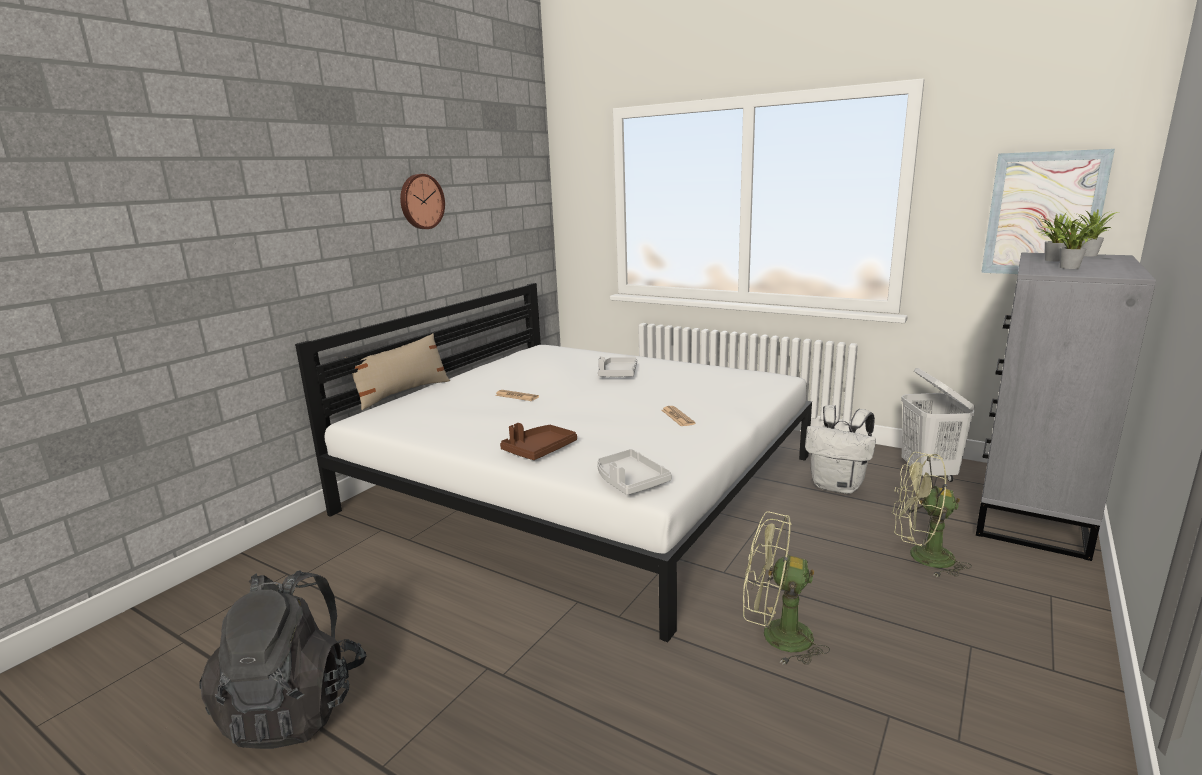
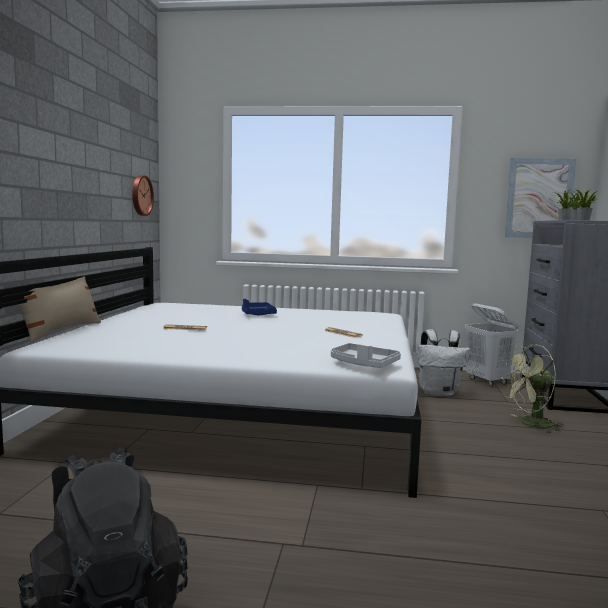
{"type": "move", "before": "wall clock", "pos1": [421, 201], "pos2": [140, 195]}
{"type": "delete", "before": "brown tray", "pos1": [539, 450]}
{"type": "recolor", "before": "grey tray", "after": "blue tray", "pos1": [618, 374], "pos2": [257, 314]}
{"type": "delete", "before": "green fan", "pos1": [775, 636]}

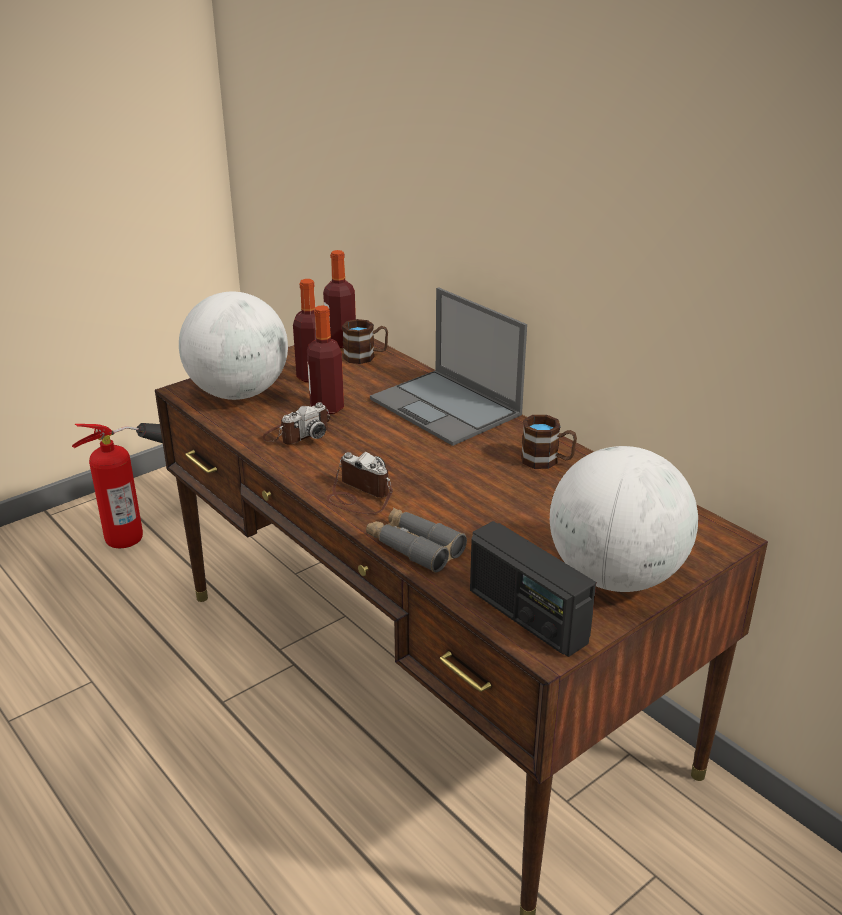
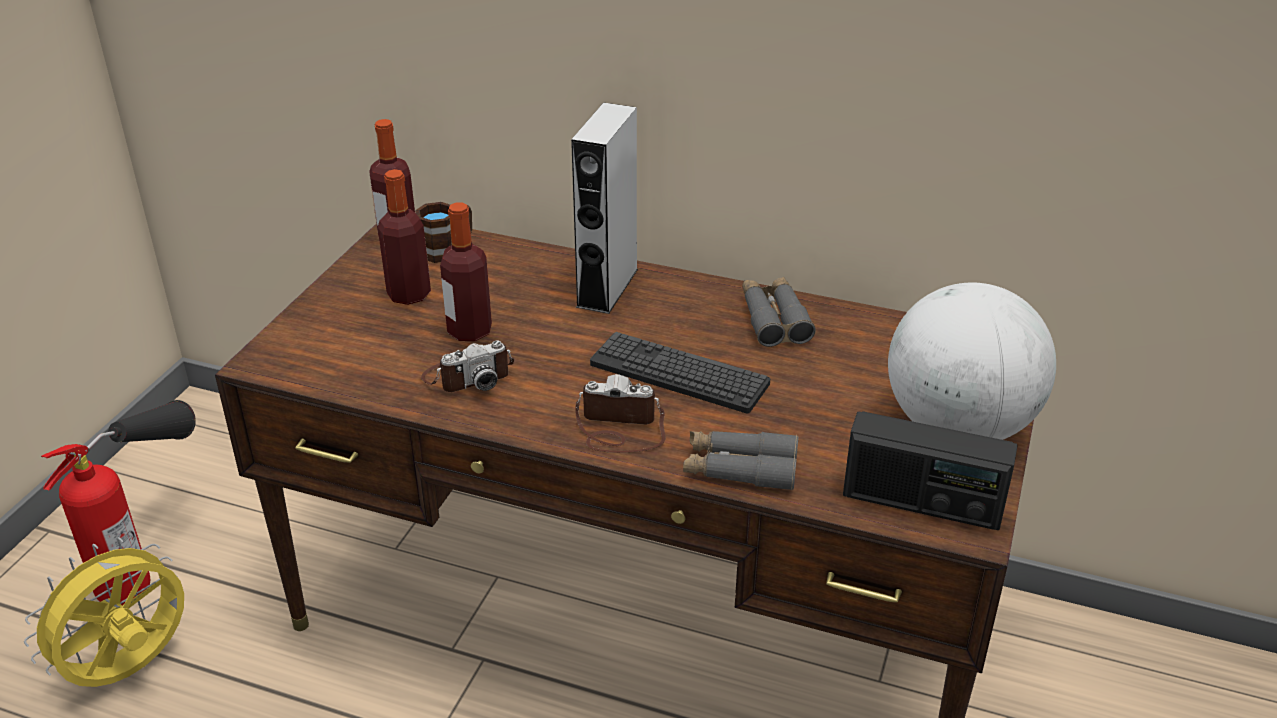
{"type": "delete", "before": "globe", "pos1": [238, 393]}
{"type": "rotate", "before": "photo camera", "pos1": [297, 434], "pos2": [468, 376], "turn": 45}
{"type": "replace", "before": "laptop", "after": "grey speaker", "pos1": [447, 407], "pos2": [607, 287]}
{"type": "replace", "before": "brown mug", "after": "grey binoculars", "pos1": [547, 461], "pos2": [774, 319]}
{"type": "insert", "after": "yellow fan", "pos2": [131, 670]}
{"type": "insert", "after": "keyboard", "pos2": [679, 374]}

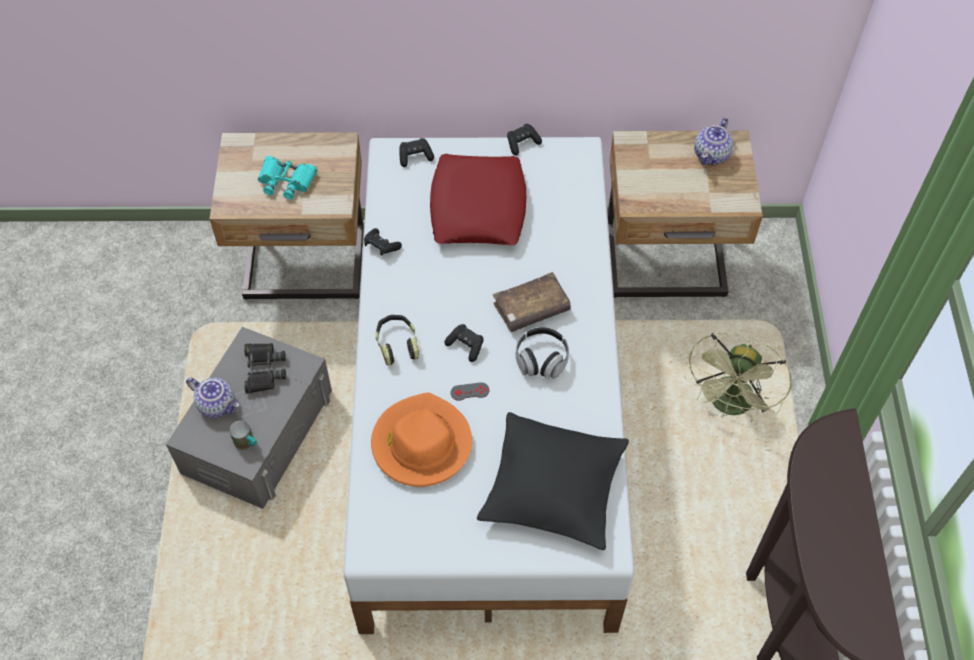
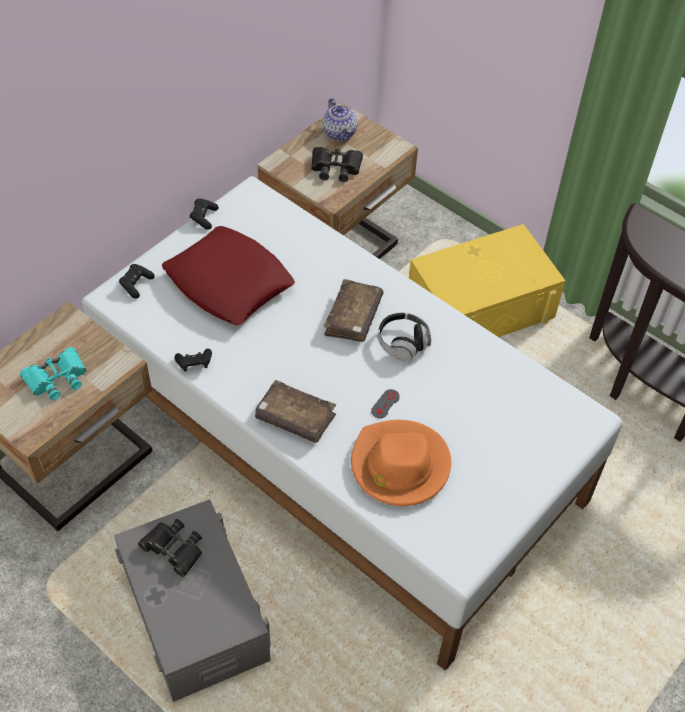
{"type": "delete", "before": "teapot", "pos1": [218, 404]}
{"type": "delete", "before": "mug", "pos1": [247, 444]}
{"type": "replace", "before": "headphones", "after": "brown book", "pos1": [397, 344], "pos2": [295, 418]}
{"type": "delete", "before": "black game controller", "pos1": [466, 346]}
{"type": "delete", "before": "black pillow", "pos1": [553, 487]}
{"type": "replace", "before": "green fan", "after": "yellow storage box", "pos1": [730, 406], "pos2": [480, 308]}
{"type": "insert", "after": "black binoculars", "pos2": [336, 167]}

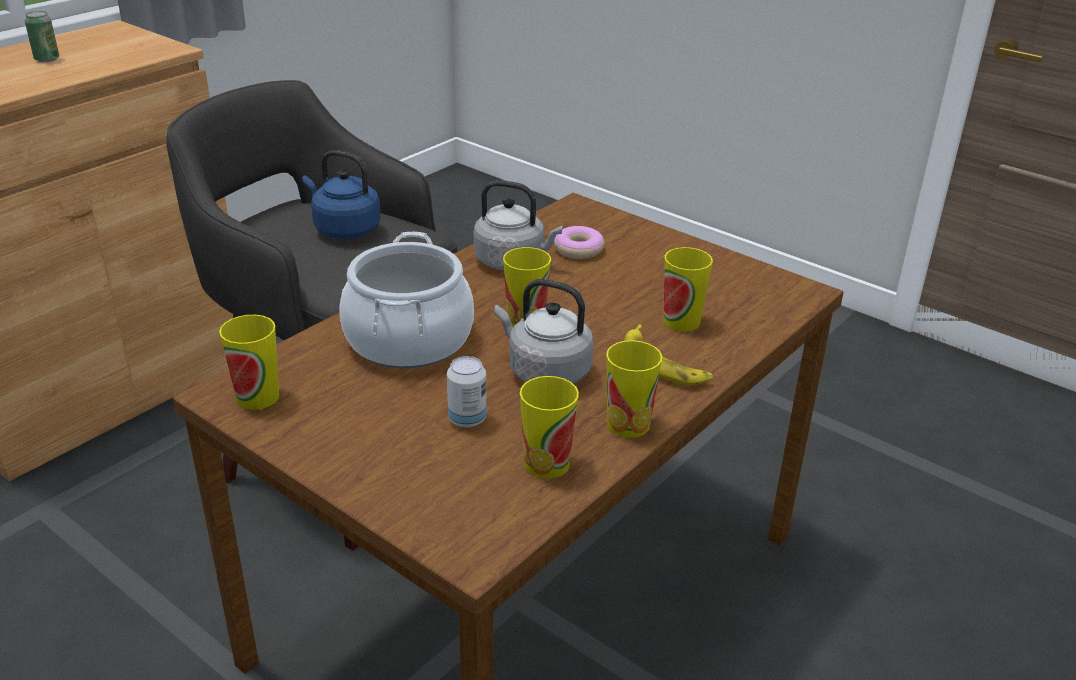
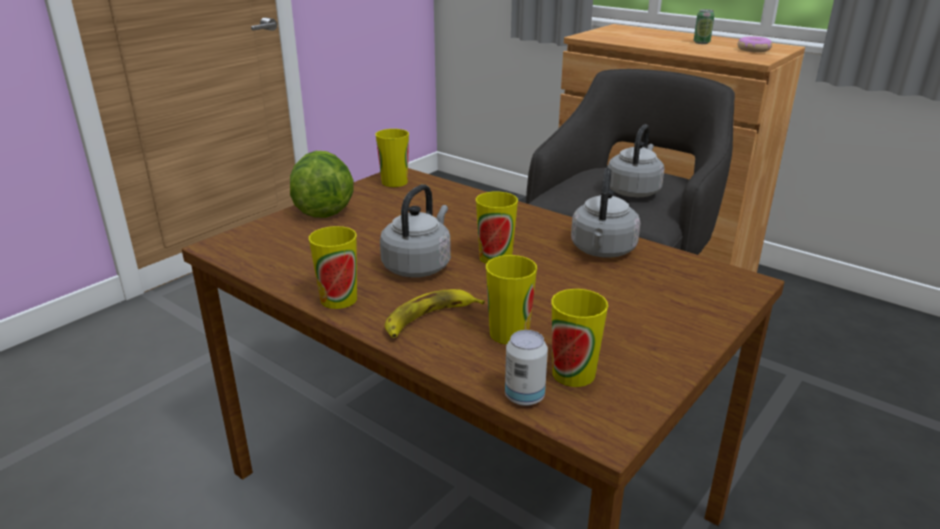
{"type": "recolor", "before": "blue kettle", "after": "grey kettle", "pos1": [344, 229], "pos2": [634, 191]}
{"type": "delete", "before": "cooking pot", "pos1": [408, 340]}
{"type": "move", "before": "can", "pos1": [467, 419], "pos2": [524, 396]}
{"type": "move", "before": "cup", "pos1": [546, 463], "pos2": [573, 373]}
{"type": "move", "before": "donut", "pos1": [579, 249], "pos2": [753, 49]}
{"type": "insert", "after": "lettuce", "pos2": [322, 207]}

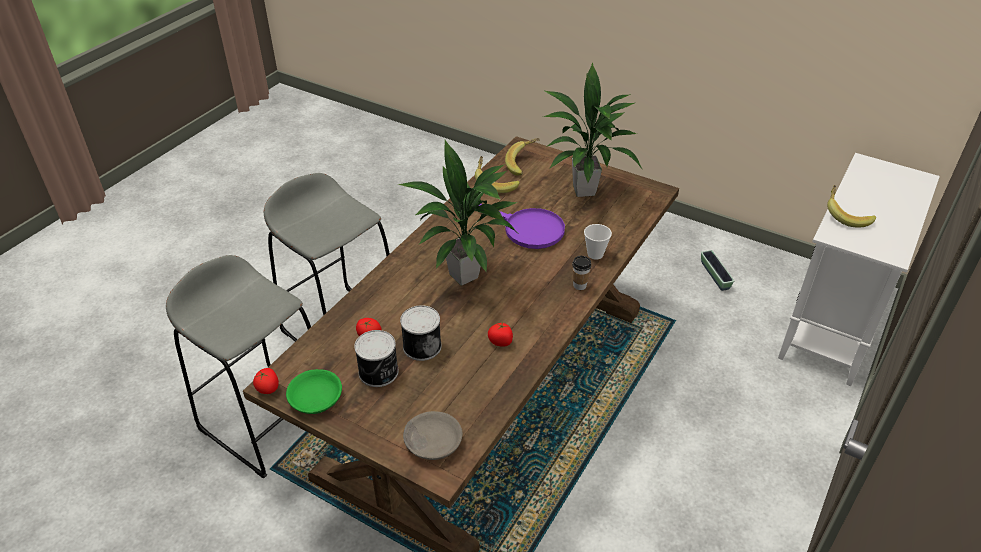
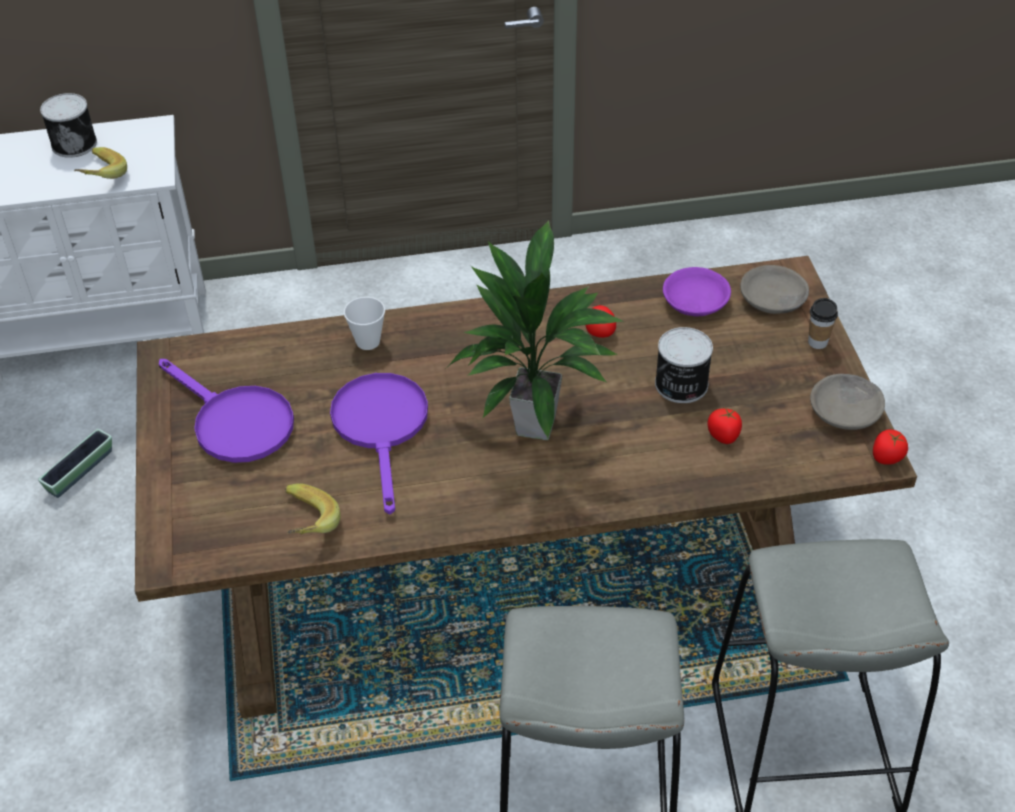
{"type": "recolor", "before": "green bowl", "after": "grey bowl", "pos1": [315, 399], "pos2": [846, 411]}
{"type": "move", "before": "can", "pos1": [379, 372], "pos2": [74, 143]}
{"type": "delete", "before": "banana", "pos1": [524, 165]}
{"type": "replace", "before": "potted plant", "after": "purple frying pan", "pos1": [583, 191], "pos2": [234, 422]}
{"type": "move", "before": "cup", "pos1": [579, 285], "pos2": [817, 342]}
{"type": "insert", "after": "purple bowl", "pos2": [694, 301]}

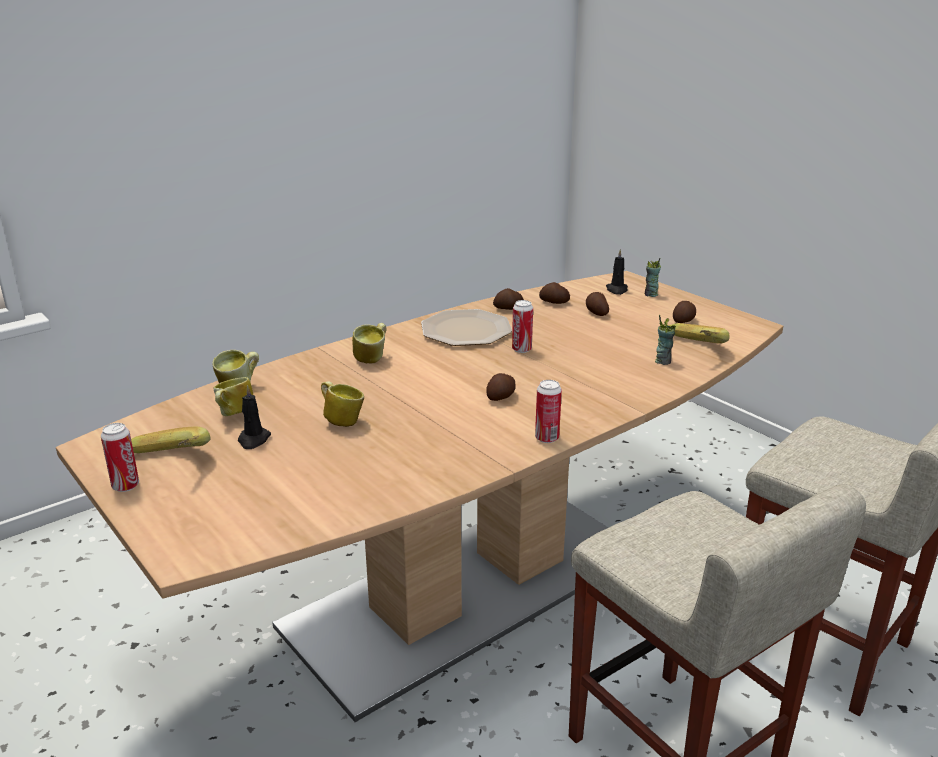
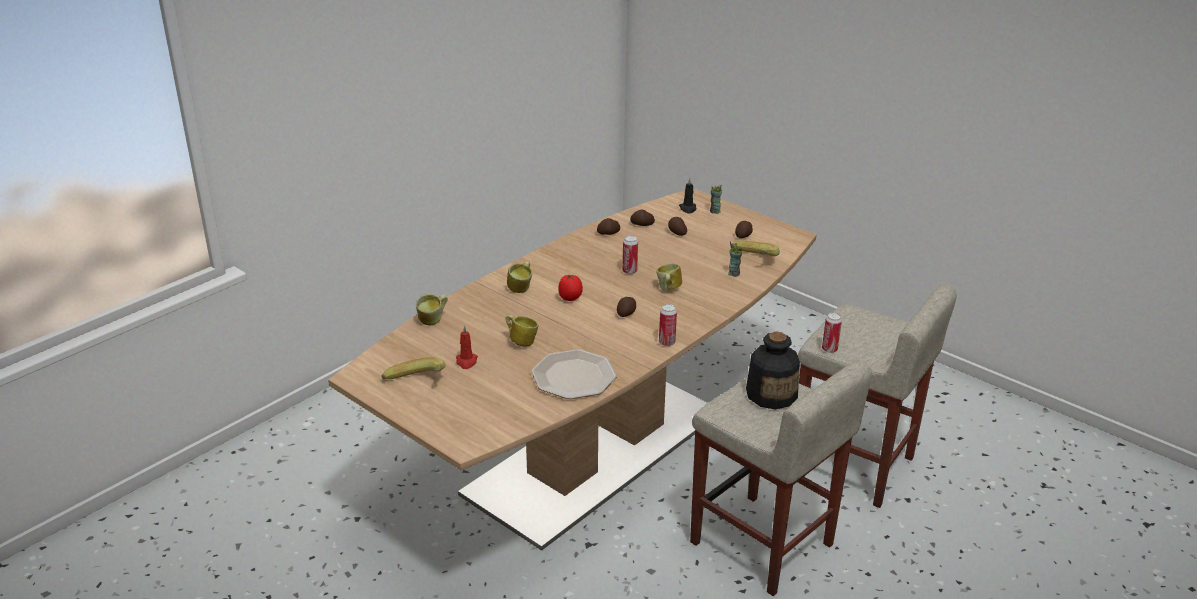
{"type": "move", "before": "can", "pos1": [125, 486], "pos2": [829, 349]}
{"type": "move", "before": "mug", "pos1": [233, 416], "pos2": [668, 289]}
{"type": "recolor", "before": "black candle", "after": "red candle", "pos1": [253, 440], "pos2": [466, 362]}
{"type": "move", "before": "plate", "pos1": [467, 330], "pos2": [574, 376]}
{"type": "insert", "after": "tomato", "pos2": [570, 298]}
{"type": "insert", "after": "bottle", "pos2": [771, 394]}

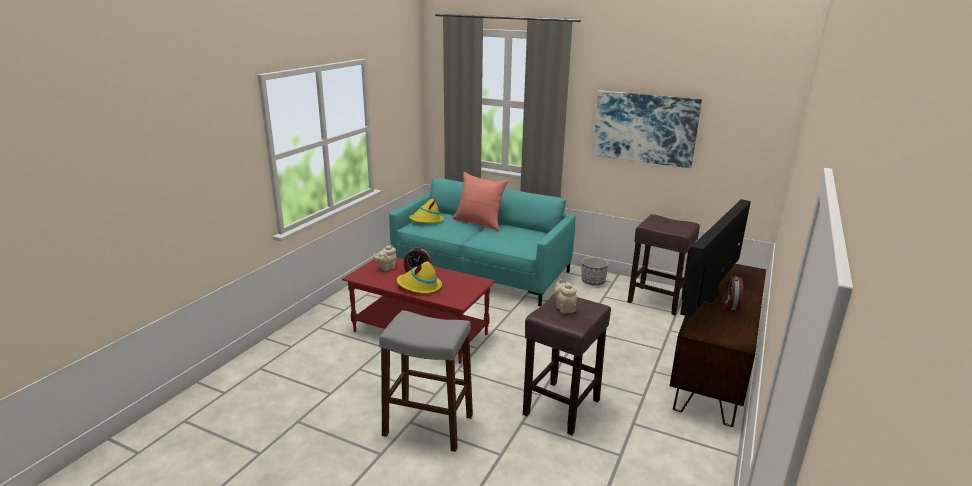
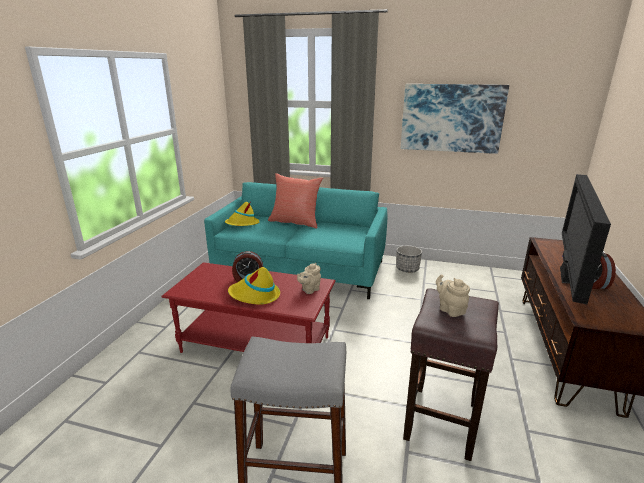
{"type": "move", "before": "beige teapot", "pos1": [386, 268], "pos2": [309, 290]}
{"type": "delete", "before": "brown stool", "pos1": [658, 300]}

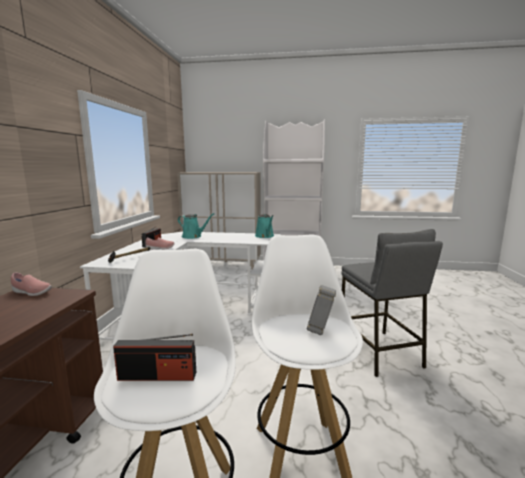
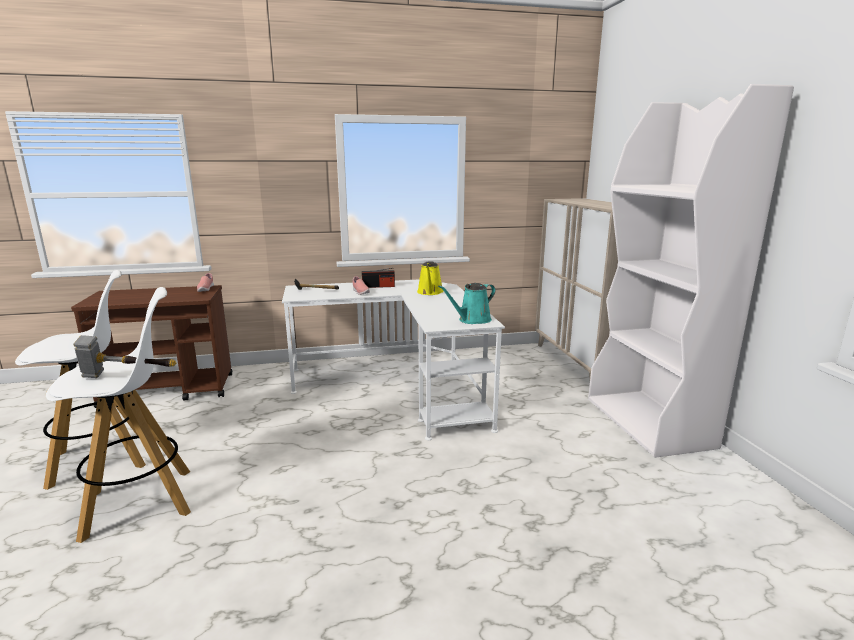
{"type": "delete", "before": "radio", "pos1": [157, 376]}
{"type": "recolor", "before": "turquoise watering can", "after": "yellow watering can", "pos1": [193, 236], "pos2": [430, 292]}
{"type": "delete", "before": "grey stool", "pos1": [379, 352]}

